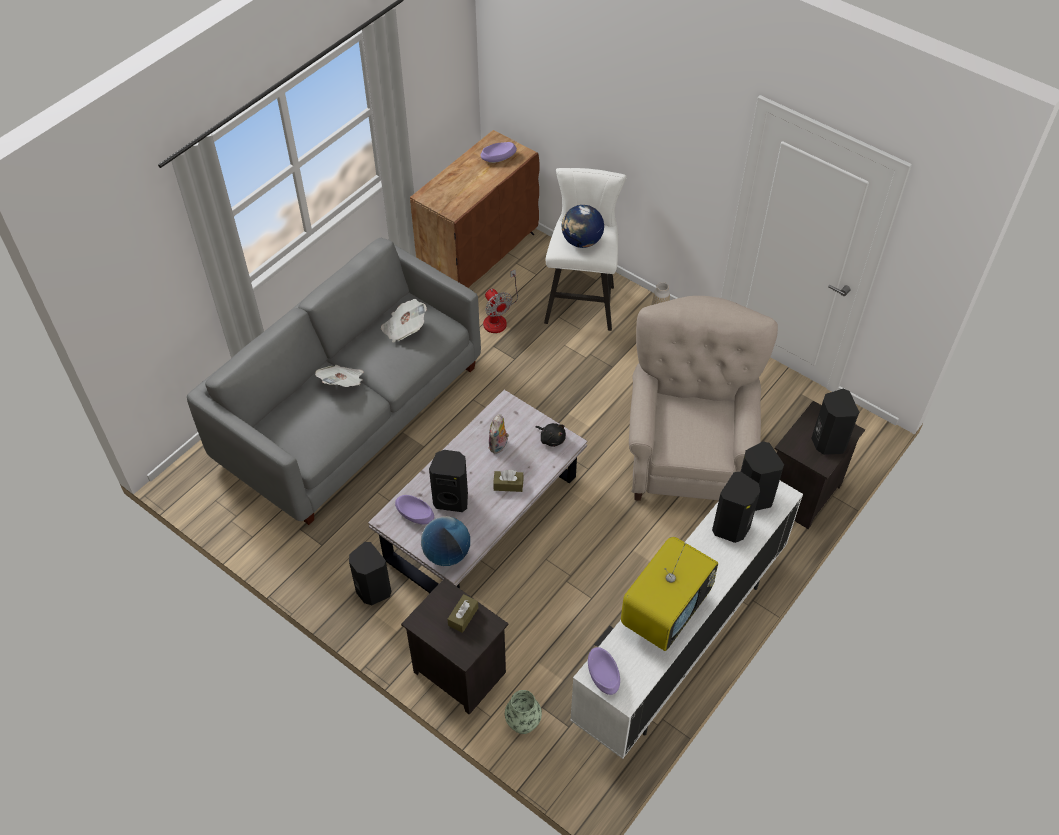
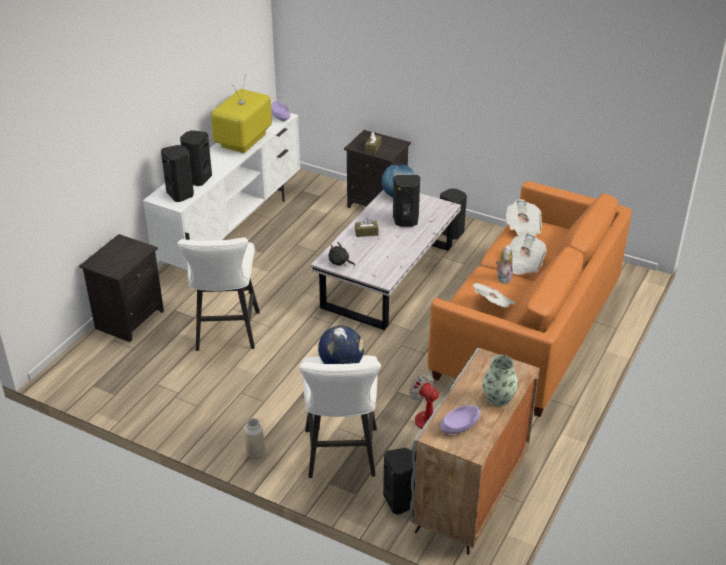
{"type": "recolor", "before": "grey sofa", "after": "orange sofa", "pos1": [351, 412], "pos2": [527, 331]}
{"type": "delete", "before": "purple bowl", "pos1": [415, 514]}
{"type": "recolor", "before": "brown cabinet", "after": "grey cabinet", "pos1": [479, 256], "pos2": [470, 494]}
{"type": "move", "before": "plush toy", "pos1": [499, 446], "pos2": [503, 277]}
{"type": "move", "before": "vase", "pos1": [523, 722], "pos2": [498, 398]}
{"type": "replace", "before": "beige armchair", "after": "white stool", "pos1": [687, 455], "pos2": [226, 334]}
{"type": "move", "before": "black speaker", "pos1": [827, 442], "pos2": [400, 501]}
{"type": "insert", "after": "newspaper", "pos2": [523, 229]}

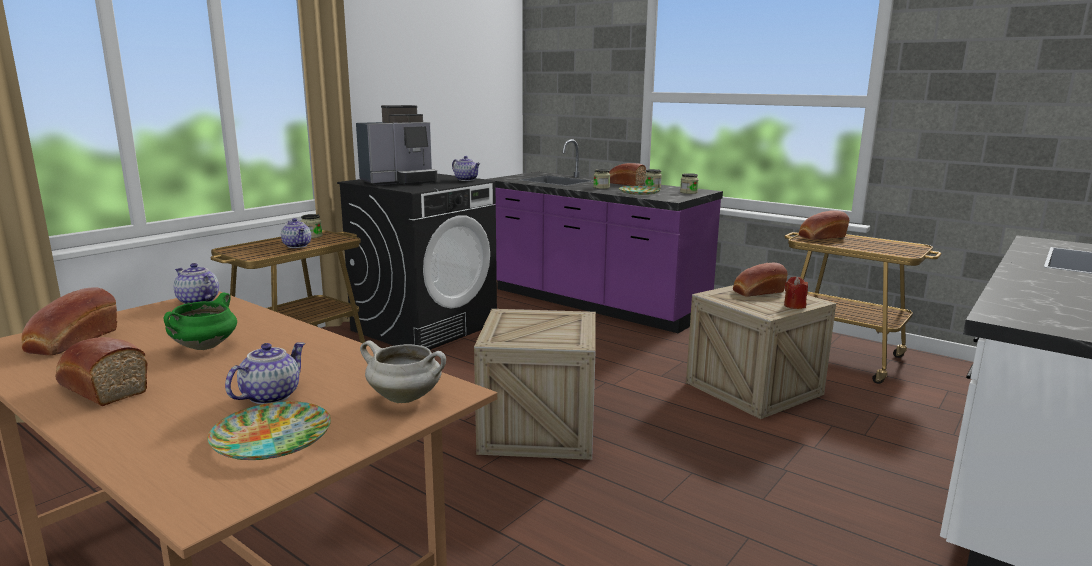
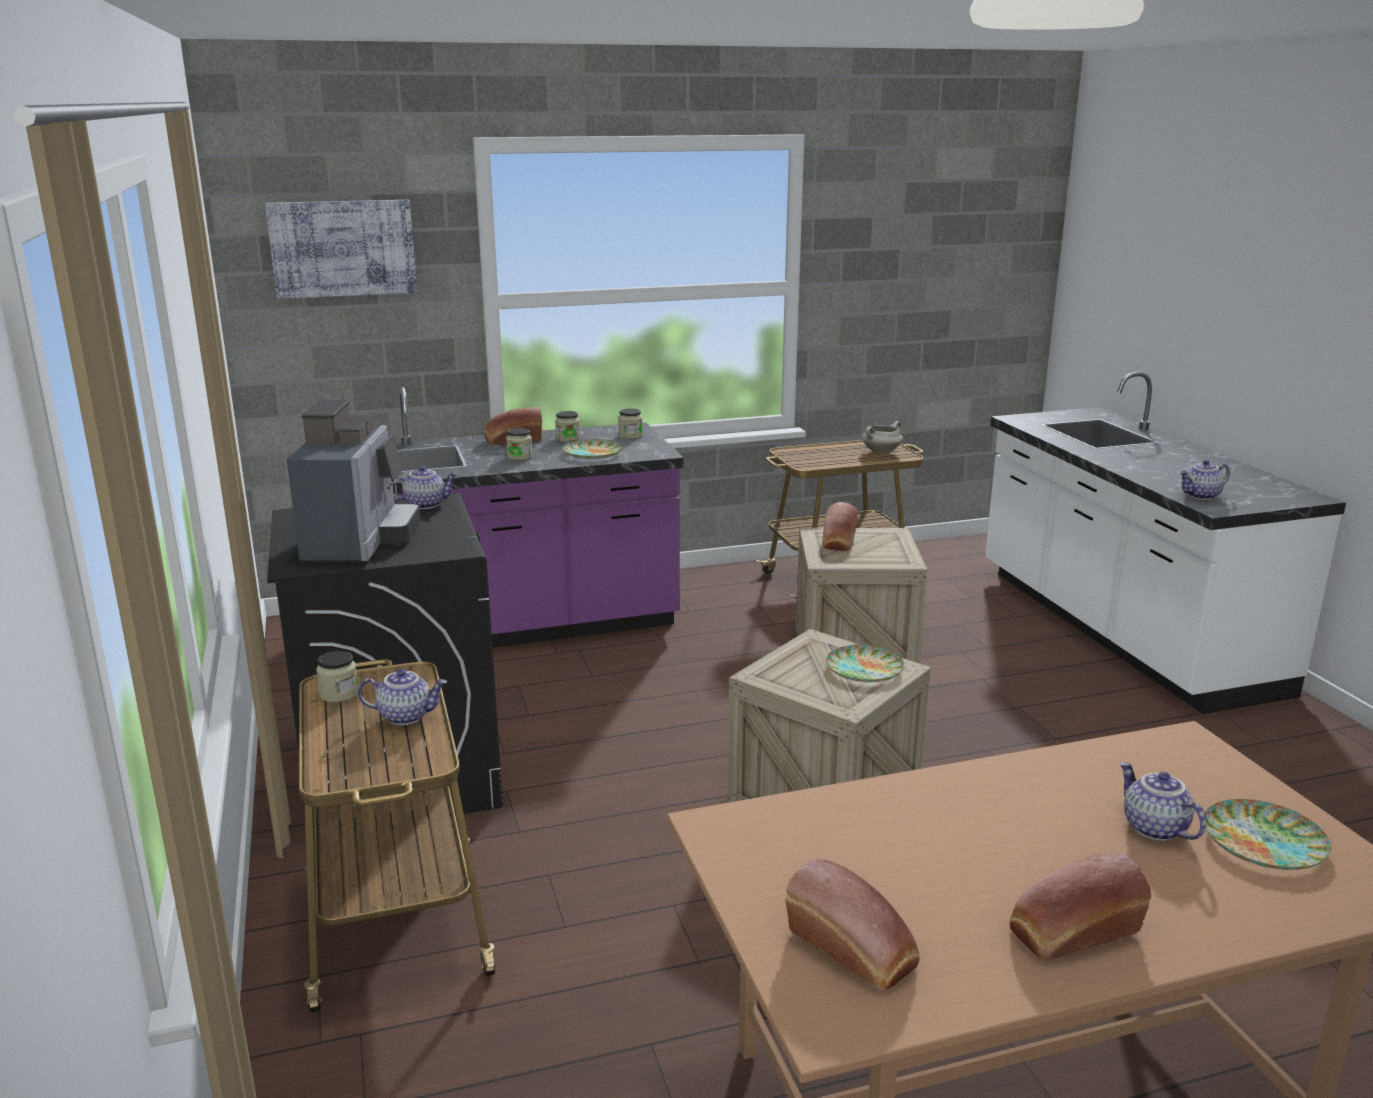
{"type": "delete", "before": "green cooking pot", "pos1": [204, 347]}
{"type": "move", "before": "teapot", "pos1": [197, 302], "pos2": [1201, 496]}
{"type": "move", "before": "white cooking pot", "pos1": [406, 398], "pos2": [881, 452]}
{"type": "delete", "before": "red candle", "pos1": [794, 306]}
{"type": "delete", "before": "bread", "pos1": [821, 236]}
{"type": "insert", "after": "picture", "pos2": [343, 248]}
{"type": "insert", "after": "plate", "pos2": [864, 669]}

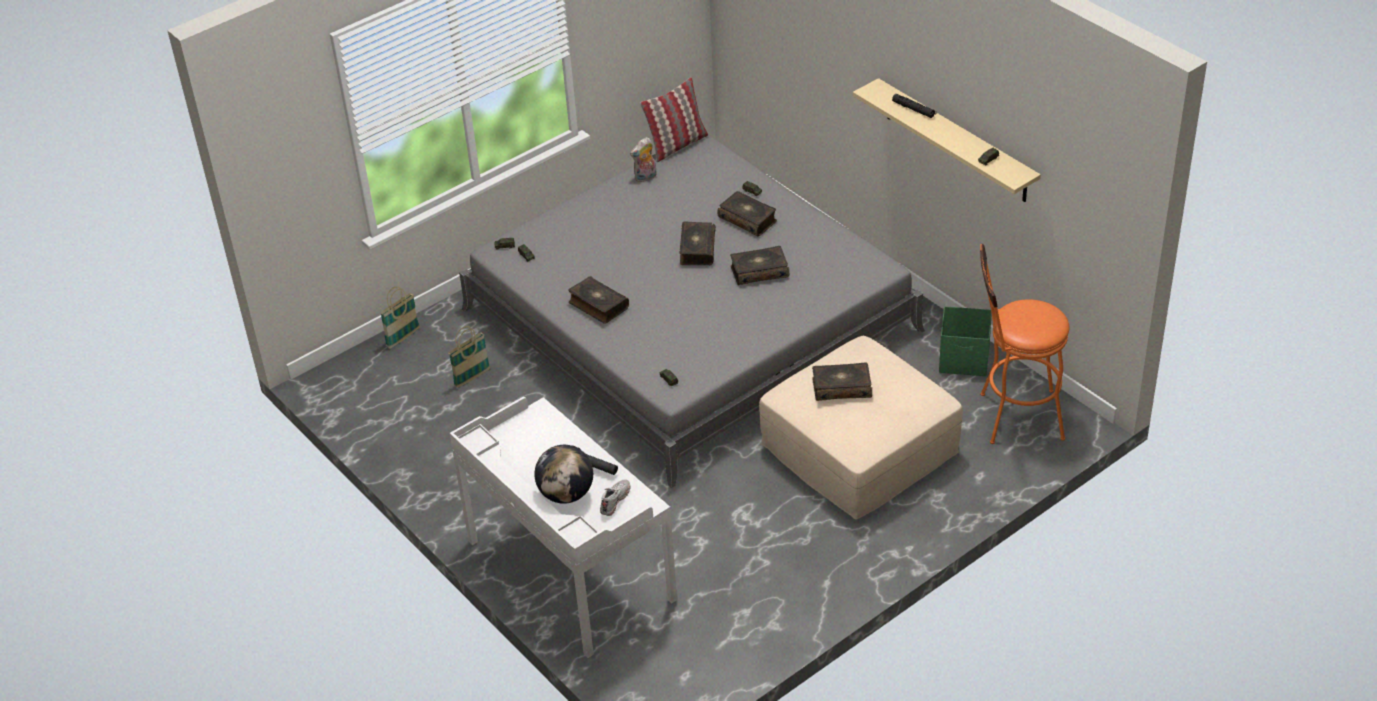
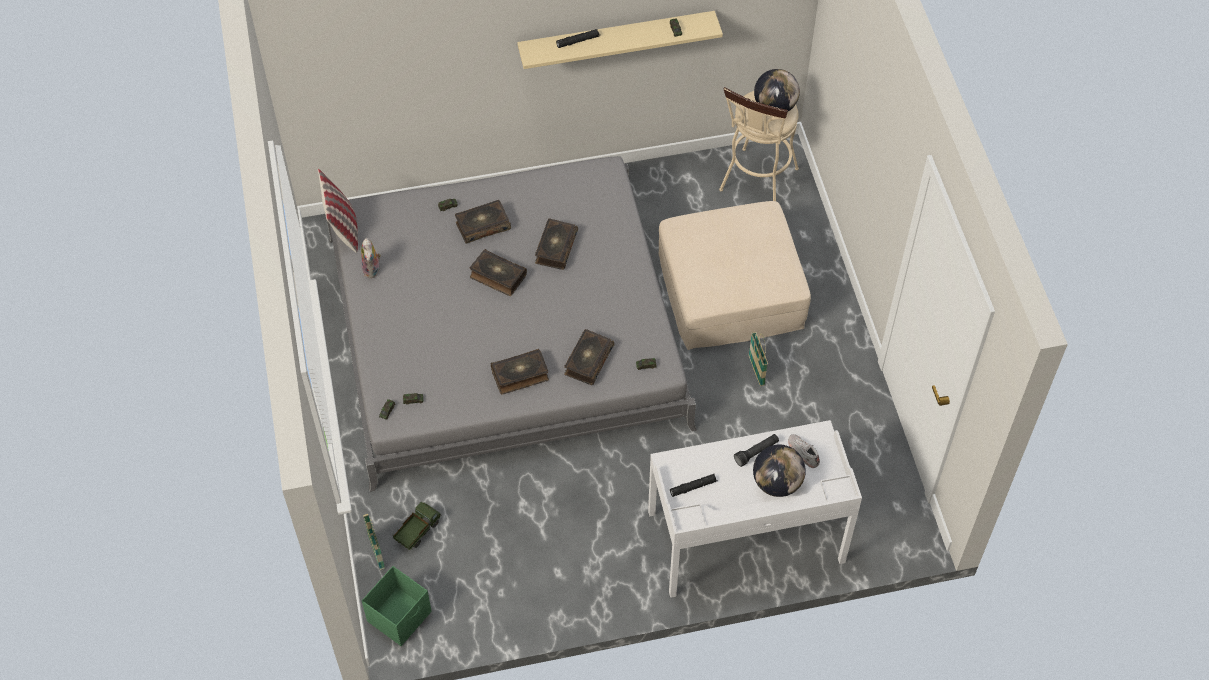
{"type": "move", "before": "basket", "pos1": [472, 378], "pos2": [756, 371]}
{"type": "move", "before": "book", "pos1": [841, 387], "pos2": [588, 361]}
{"type": "move", "before": "green storage box", "pos1": [964, 360], "pos2": [400, 616]}
{"type": "recolor", "before": "orange stool", "after": "beige stool", "pos1": [1013, 417], "pos2": [756, 184]}
{"type": "insert", "after": "toy truck", "pos2": [417, 531]}
{"type": "insert", "after": "black flashlight", "pos2": [693, 487]}
{"type": "insert", "after": "globe", "pos2": [775, 106]}

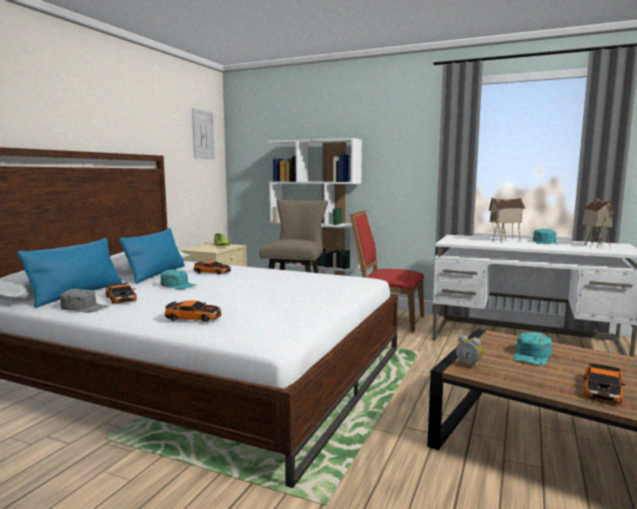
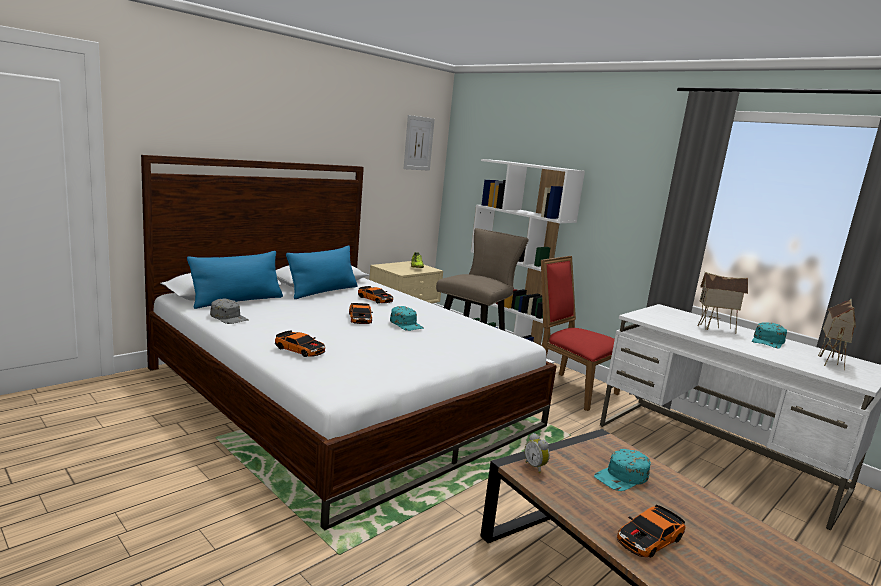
{"type": "move", "before": "toy car", "pos1": [122, 298], "pos2": [361, 318]}
{"type": "move", "before": "turquoise cap", "pos1": [179, 285], "pos2": [406, 324]}

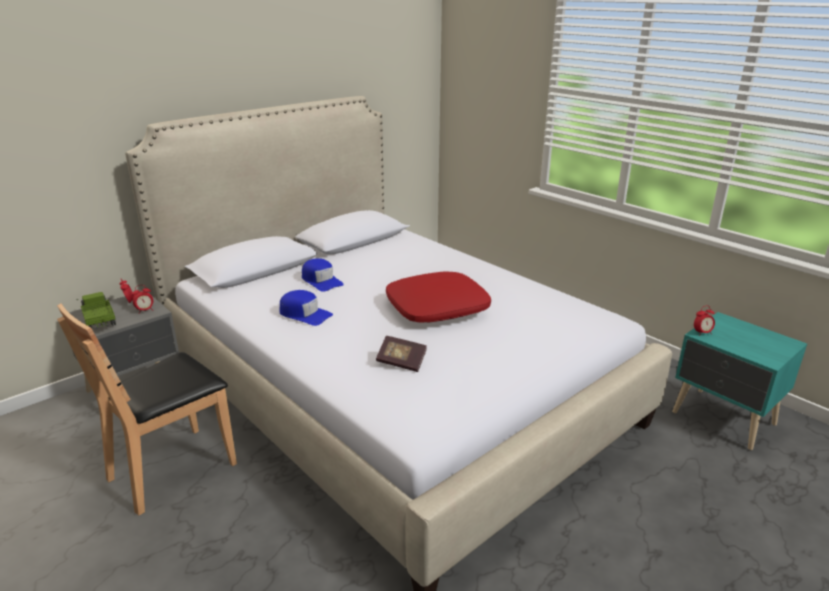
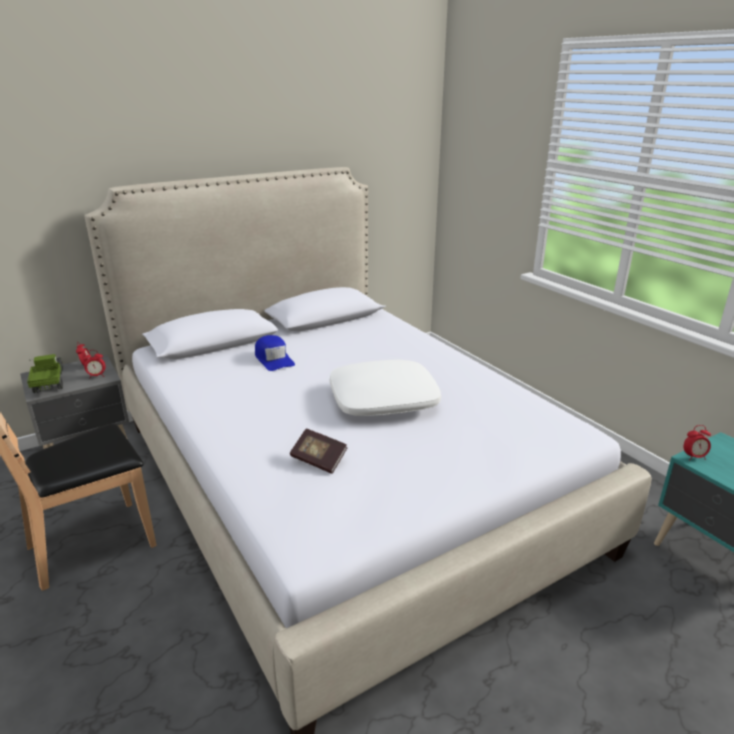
{"type": "delete", "before": "blue cap", "pos1": [305, 314]}
{"type": "recolor", "before": "red pillow", "after": "white pillow", "pos1": [437, 308], "pos2": [383, 400]}

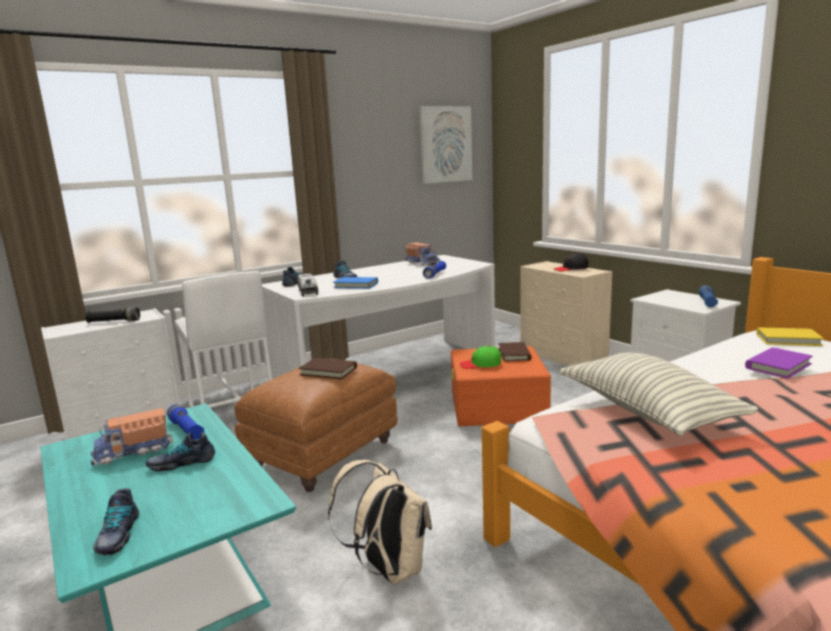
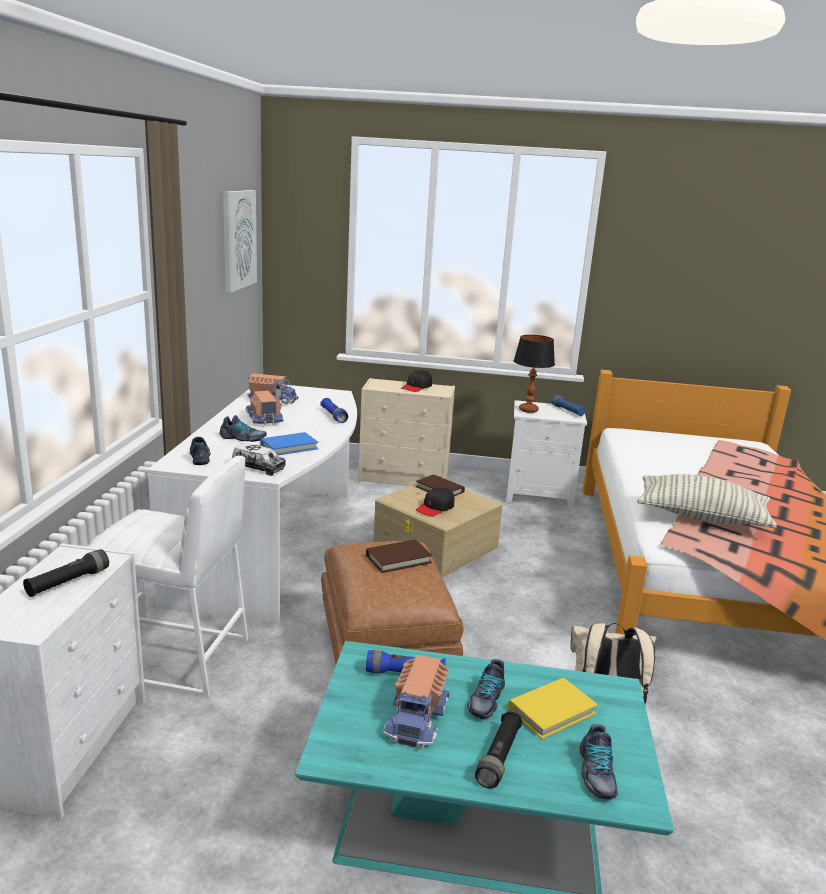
{"type": "rotate", "before": "shoe", "pos1": [117, 535], "pos2": [596, 773], "turn": 60}
{"type": "recolor", "before": "orange storage box", "after": "beige storage box", "pos1": [497, 405], "pos2": [436, 546]}
{"type": "recolor", "before": "green cap", "after": "black cap", "pos1": [481, 364], "pos2": [435, 508]}
{"type": "delete", "before": "purple book", "pos1": [778, 366]}
{"type": "move", "before": "yellow book", "pos1": [788, 340], "pos2": [551, 711]}
{"type": "insert", "after": "toy truck", "pos2": [263, 419]}
{"type": "insert", "after": "black flashlight", "pos2": [499, 757]}
{"type": "insert", "after": "table lamp", "pos2": [528, 410]}

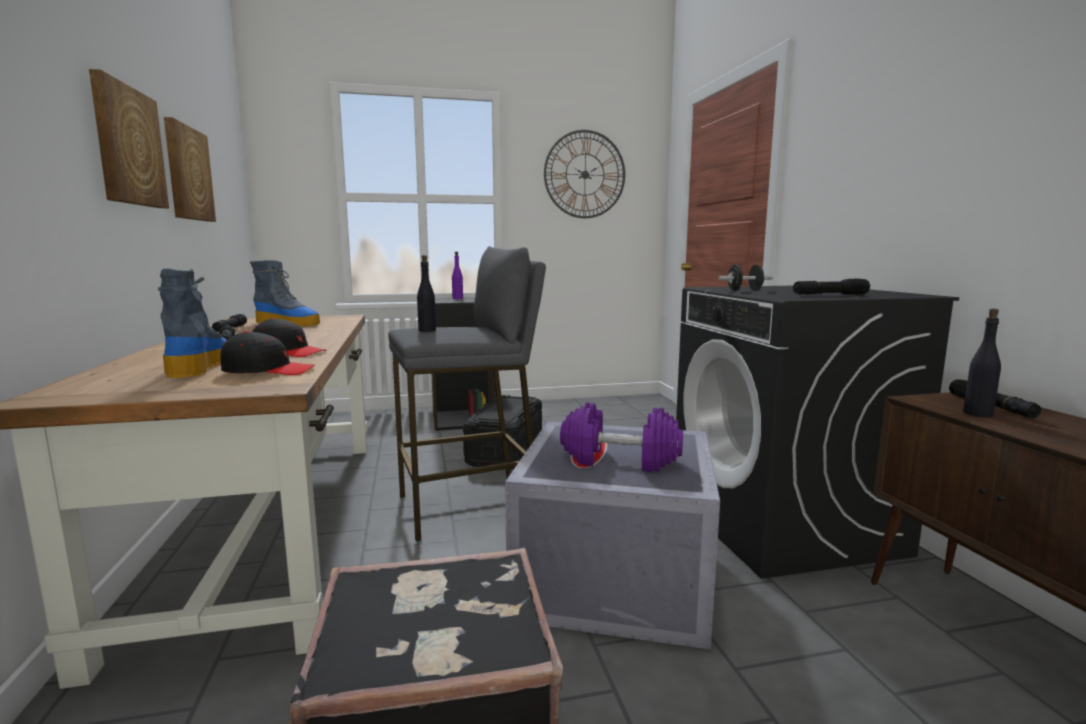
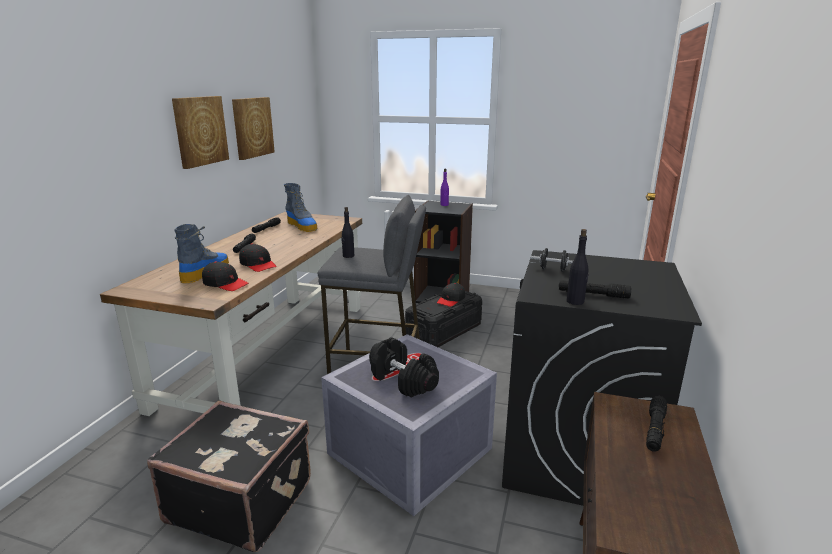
{"type": "delete", "before": "wall clock", "pos1": [585, 174]}
{"type": "recolor", "before": "purple dumbbell", "after": "black dumbbell", "pos1": [620, 460], "pos2": [402, 380]}
{"type": "move", "before": "black bottle", "pos1": [978, 414], "pos2": [575, 301]}
{"type": "insert", "after": "black cap", "pos2": [451, 300]}

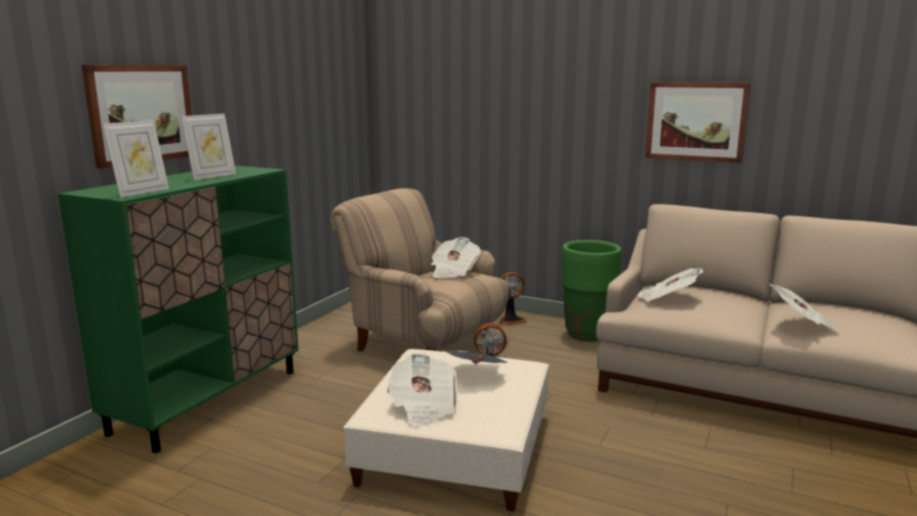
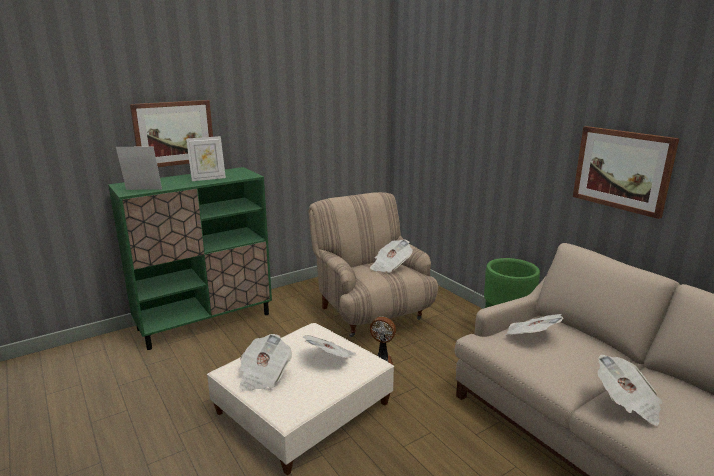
{"type": "rotate", "before": "picture frame", "pos1": [141, 192], "pos2": [142, 190], "turn": -150}
{"type": "delete", "before": "fan", "pos1": [511, 320]}

